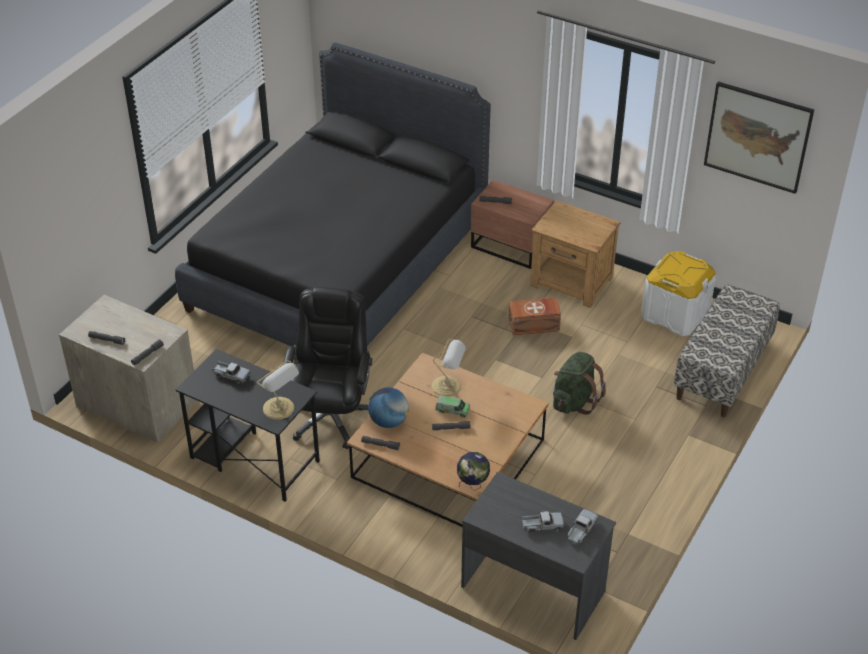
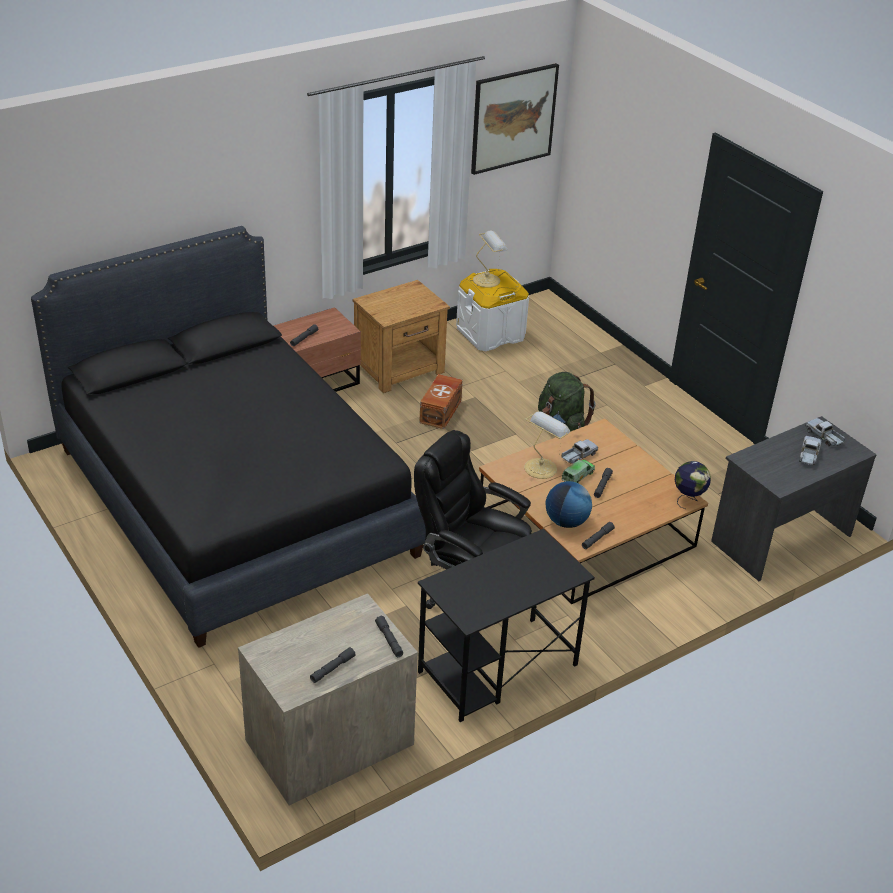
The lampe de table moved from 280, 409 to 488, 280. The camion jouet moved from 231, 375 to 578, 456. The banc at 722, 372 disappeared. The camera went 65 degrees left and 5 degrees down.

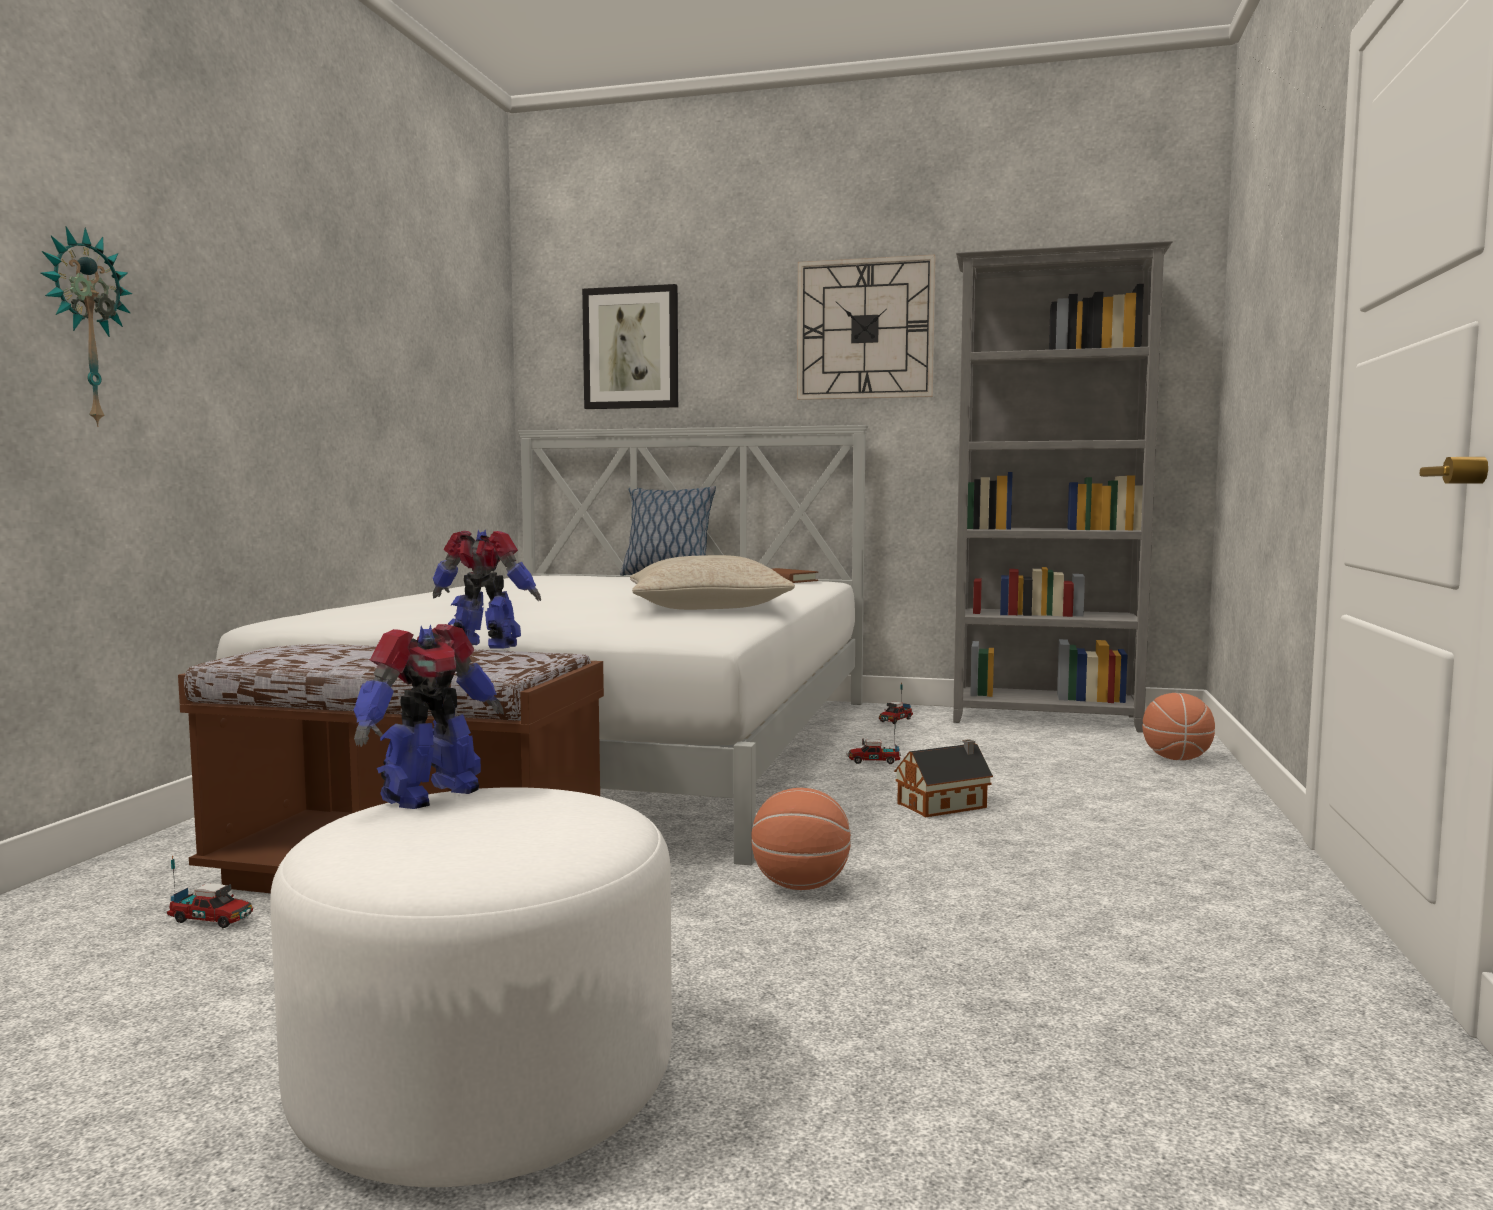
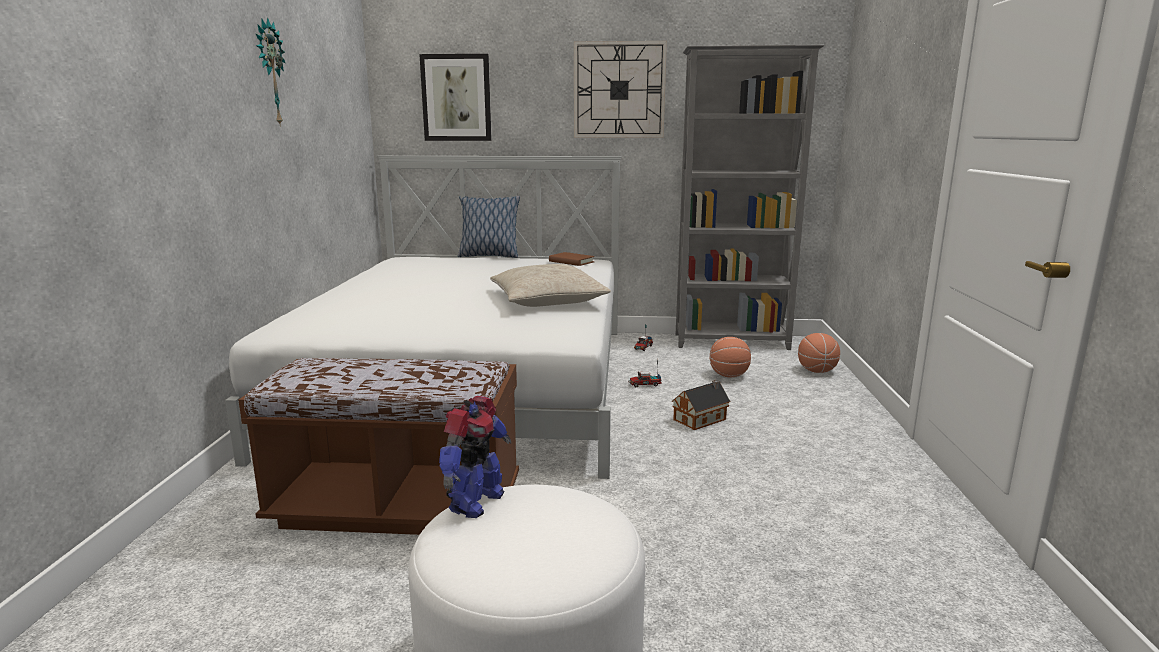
The horloge murale moved from 84, 328 to 269, 73. The ballon de basket moved from 801, 885 to 729, 375. The camion jouet at 212, 920 disappeared. The robot jouet at 484, 646 disappeared. The camera went 10 degrees left and 10 degrees up.

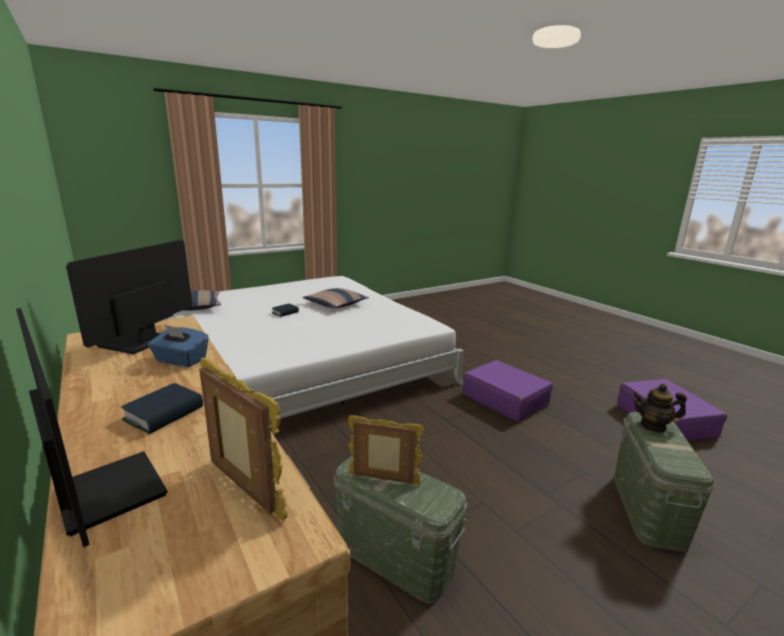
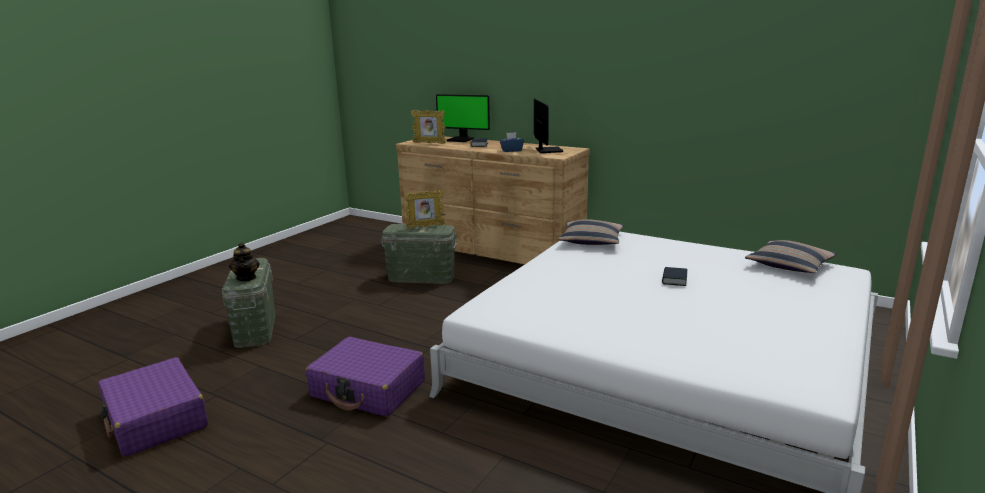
The théière at 653, 426 turned 90 degrees clockwise. The coussin moved from 335, 304 to 591, 240. The camera went 155 degrees right and 0 degrees up.

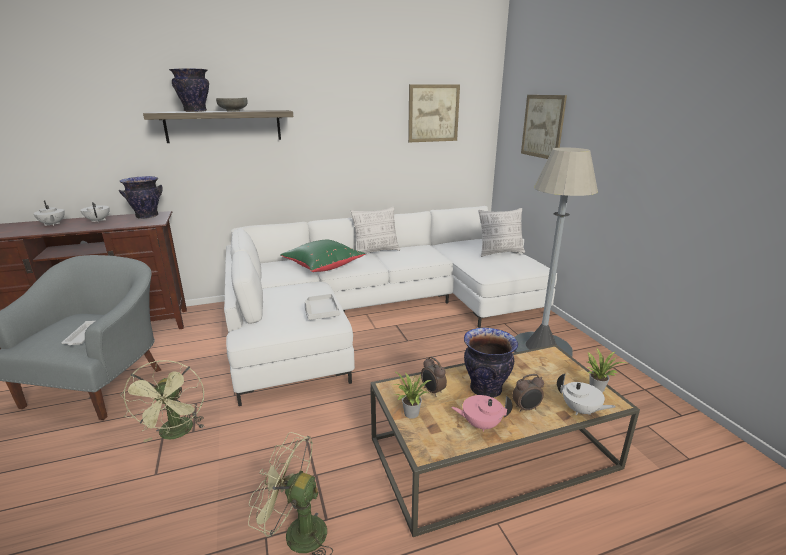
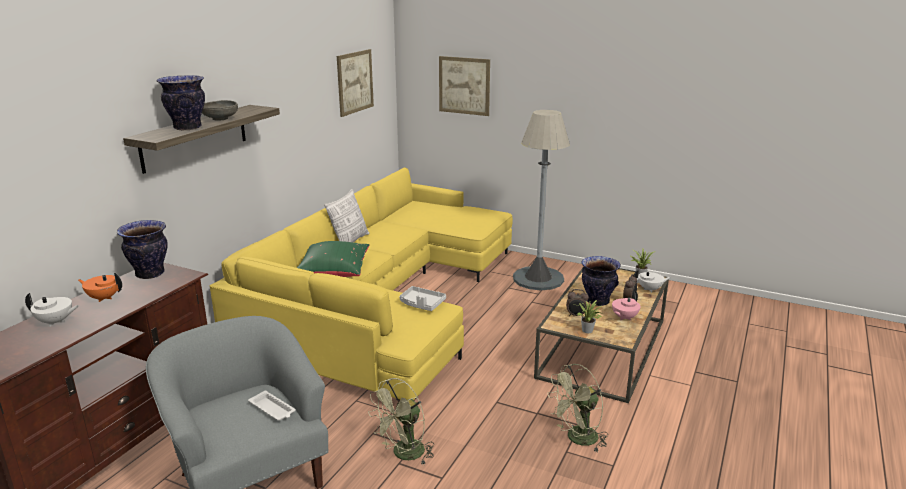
The théière (blanc) at 98, 220 became the théière (orange) at 104, 298. The canapé (blanc) at 378, 311 became the canapé (jaune) at 382, 302. The ventilateur (vert) at 176, 434 turned 105 degrees clockwise. The coussin at 500, 253 disappeared. The camera went 45 degrees left and 0 degrees up.

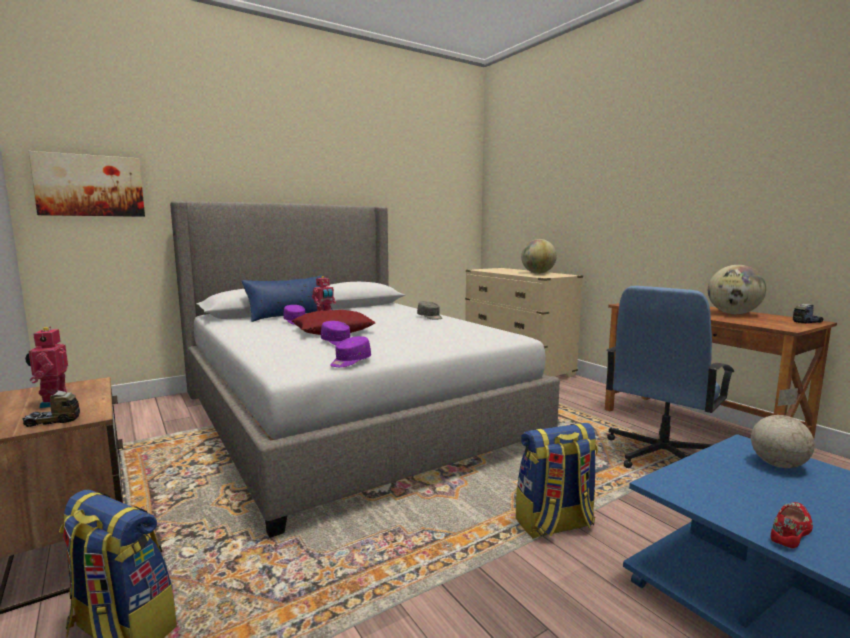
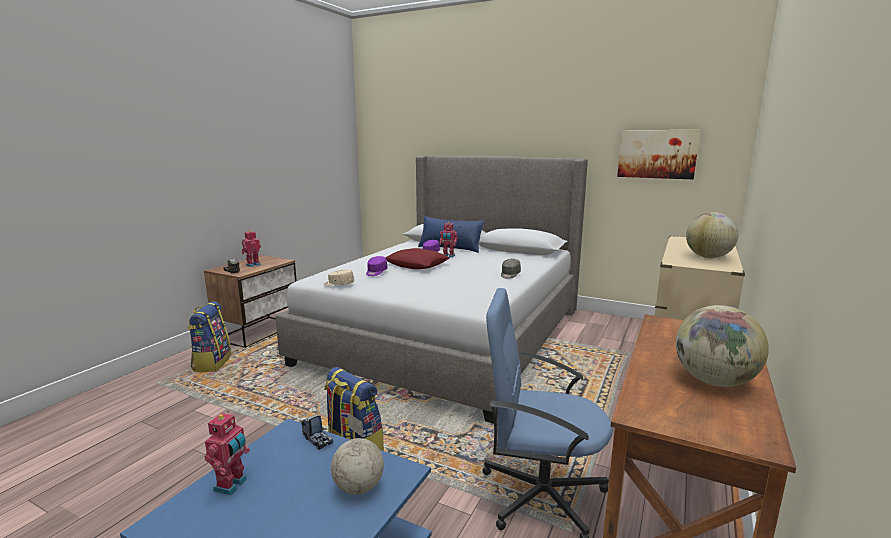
The chaussure (rouge) at 791, 530 was replaced by the robot jouet at 232, 485. The camion jouet moved from 807, 322 to 317, 440. The casquette (violet) at 350, 361 became the casquette (beige) at 338, 284. The tableau moved from 90, 186 to 657, 154. The camera went 60 degrees right and 5 degrees up.

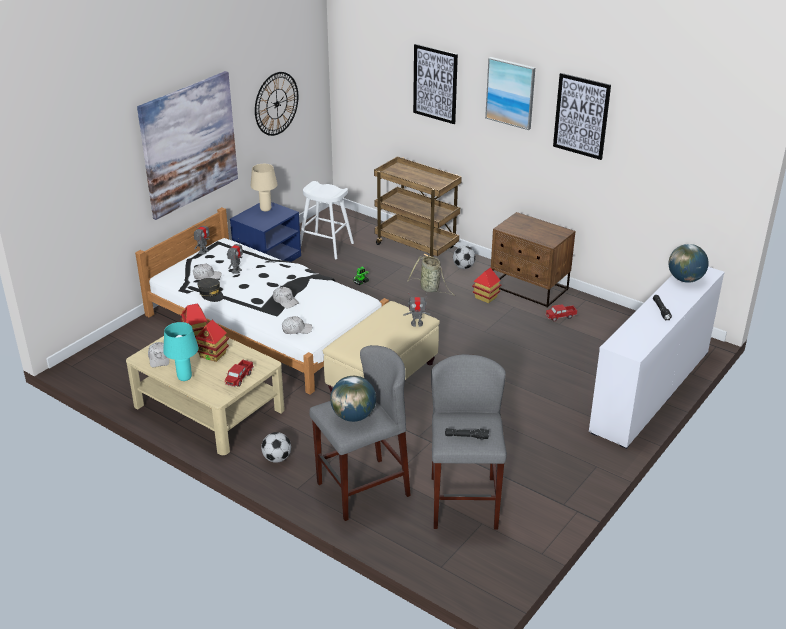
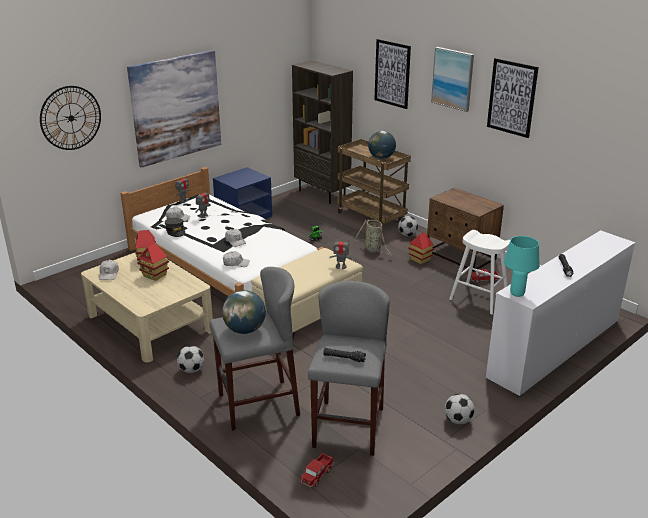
The horloge murale moved from 276, 103 to 71, 118. The bibliothèque (marron) at 322, 194 appeared. The camion jouet moved from 239, 378 to 317, 475. The globe moved from 685, 279 to 381, 158. The ballon de foot at 458, 420 appeared. The tabouret (blanc) moved from 326, 246 to 479, 299. The lampe de table (turquoise) moved from 185, 378 to 517, 294. The lampe de table (beige) at 265, 209 disappeared. The camera went 10 degrees right and 5 degrees down.

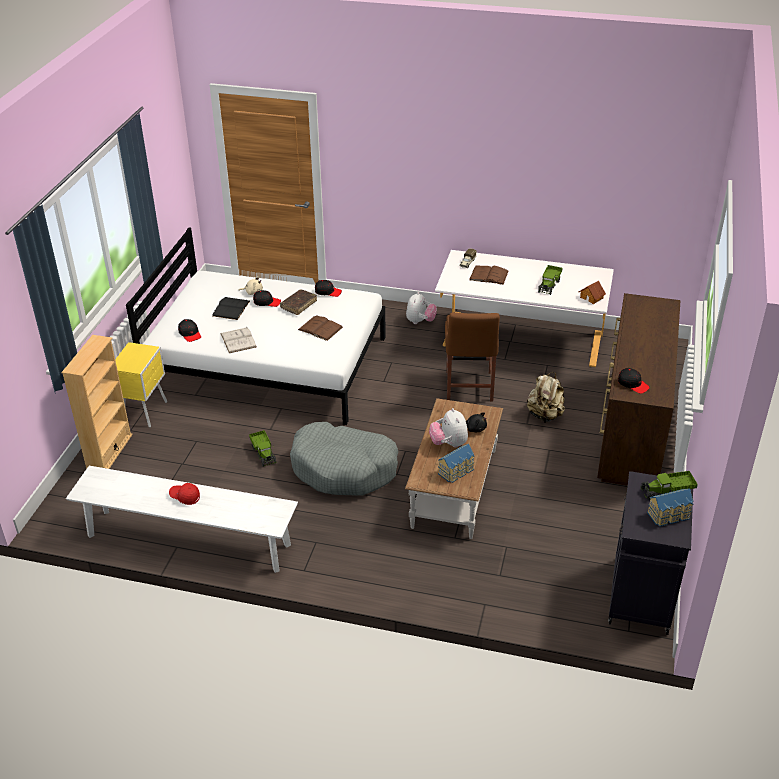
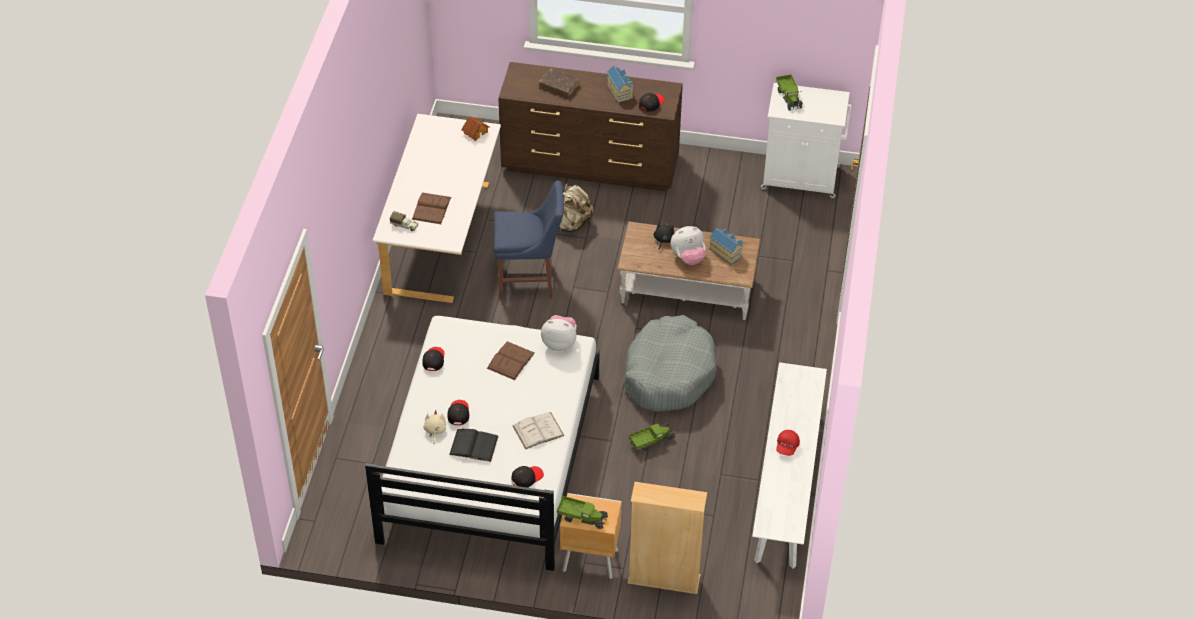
The chaise (marron) at 469, 388 became the chaise (bleu) at 529, 280. The livre (marron) moved from 298, 305 to 559, 86. The peluche moved from 420, 321 to 559, 343. The camion jouet moved from 549, 285 to 582, 517. The table de chevet (jaune) at 146, 412 became the table de chevet (marron) at 589, 560. The maison miniature moved from 669, 516 to 620, 91. The meuble de rangement (noir) at 640, 597 became the meuble de rangement (blanc) at 802, 178. The camera went 95 degrees left and 10 degrees up.

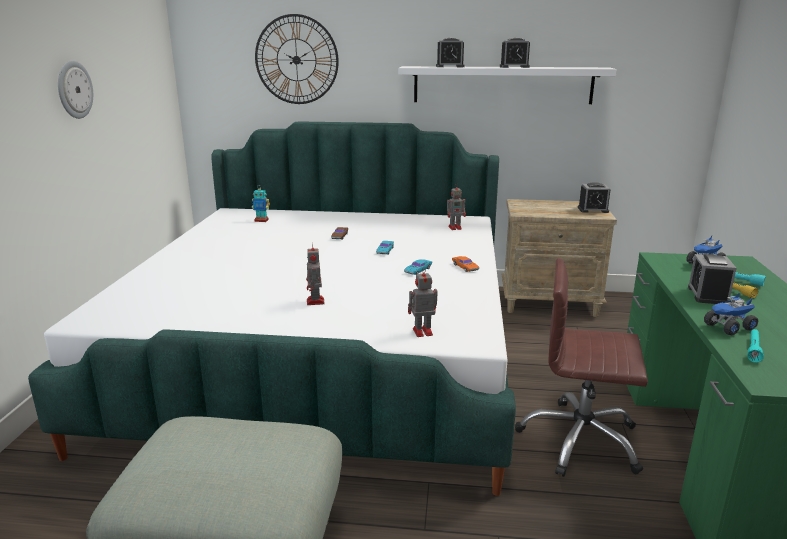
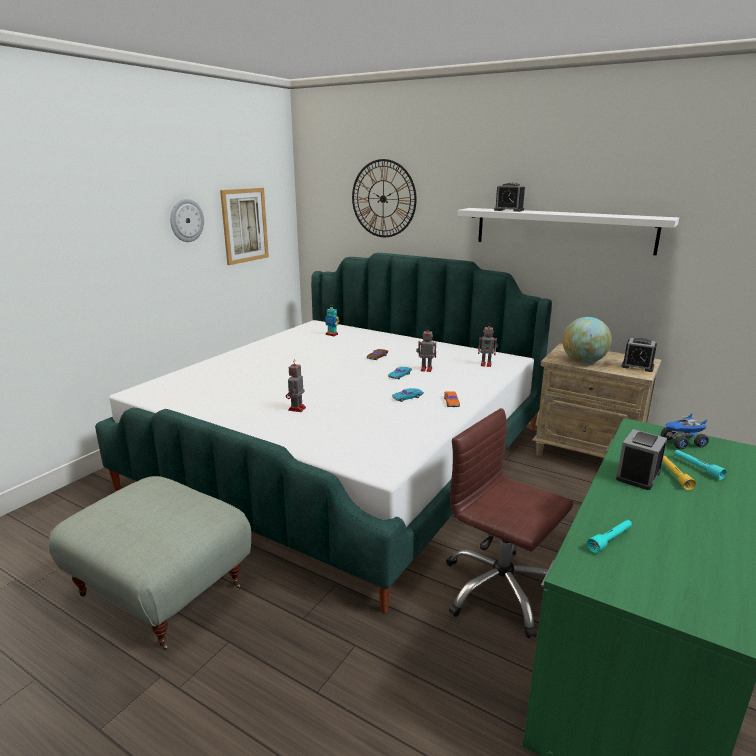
The tableau at 245, 225 appeared. The robot jouet moved from 421, 332 to 425, 369. The globe at 583, 361 appeared. The réveil at 514, 67 disappeared. The camion jouet at 729, 328 disappeared. The camera went 25 degrees right and 0 degrees up.

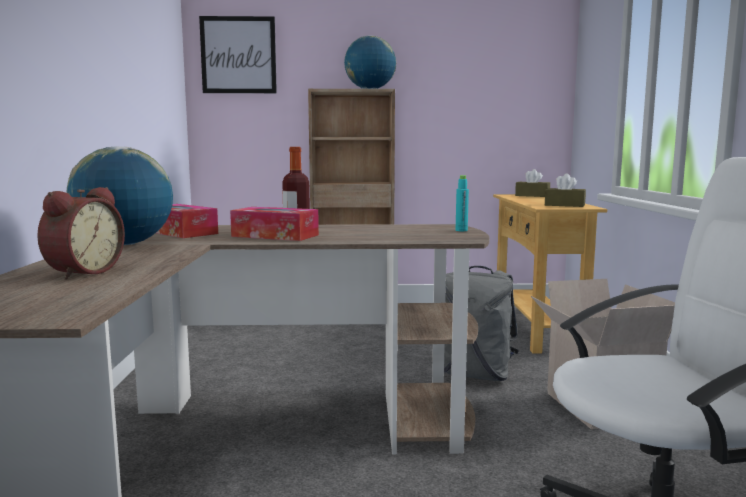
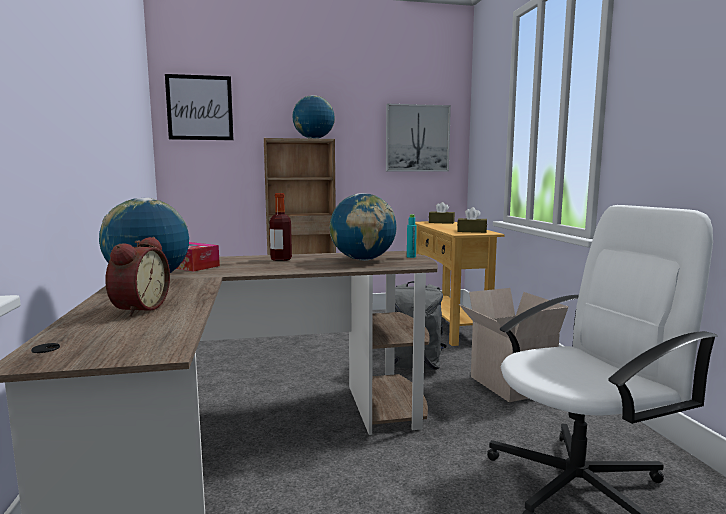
The globe at 363, 260 appeared. The tableau at 417, 138 appeared. The boîte à mouchoirs at 275, 236 disappeared. The camera went 10 degrees left and 0 degrees up.

